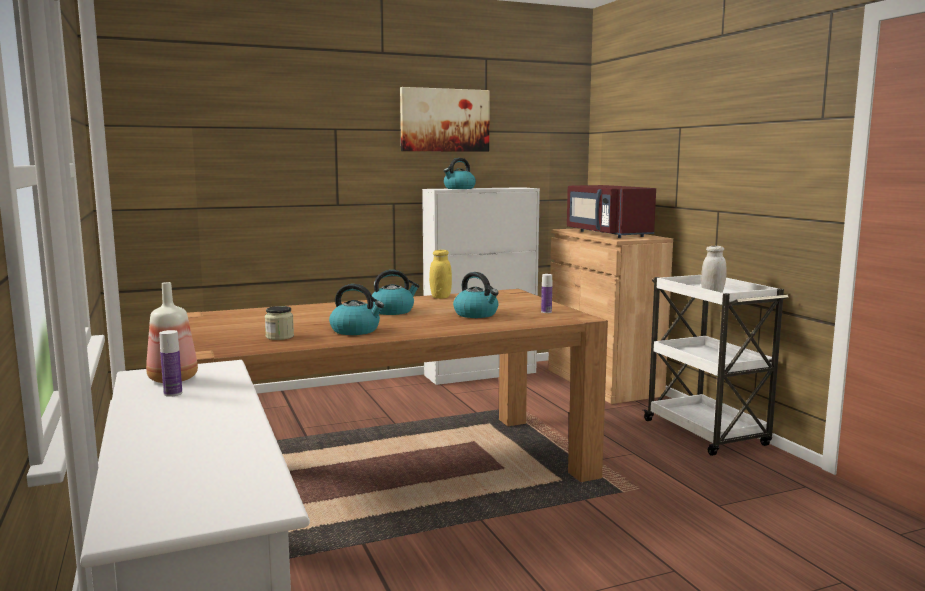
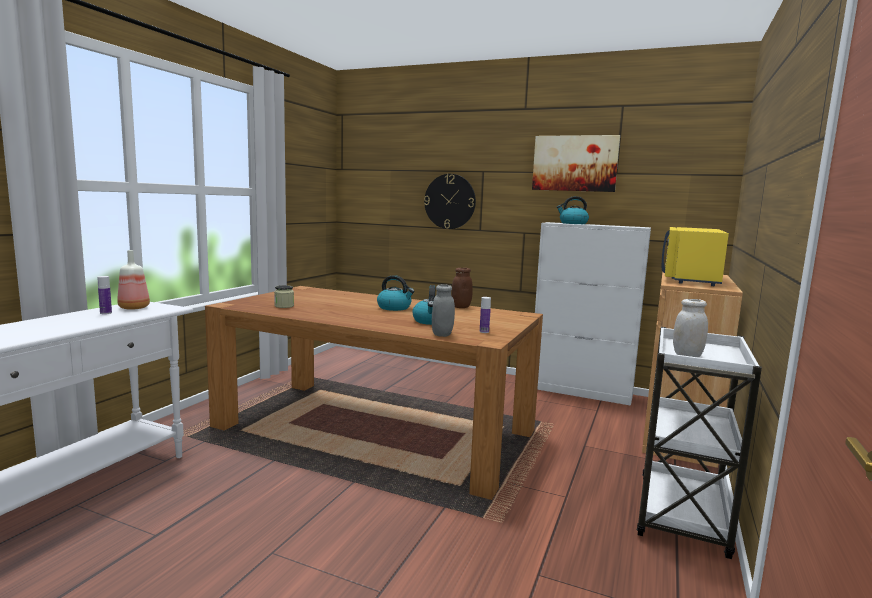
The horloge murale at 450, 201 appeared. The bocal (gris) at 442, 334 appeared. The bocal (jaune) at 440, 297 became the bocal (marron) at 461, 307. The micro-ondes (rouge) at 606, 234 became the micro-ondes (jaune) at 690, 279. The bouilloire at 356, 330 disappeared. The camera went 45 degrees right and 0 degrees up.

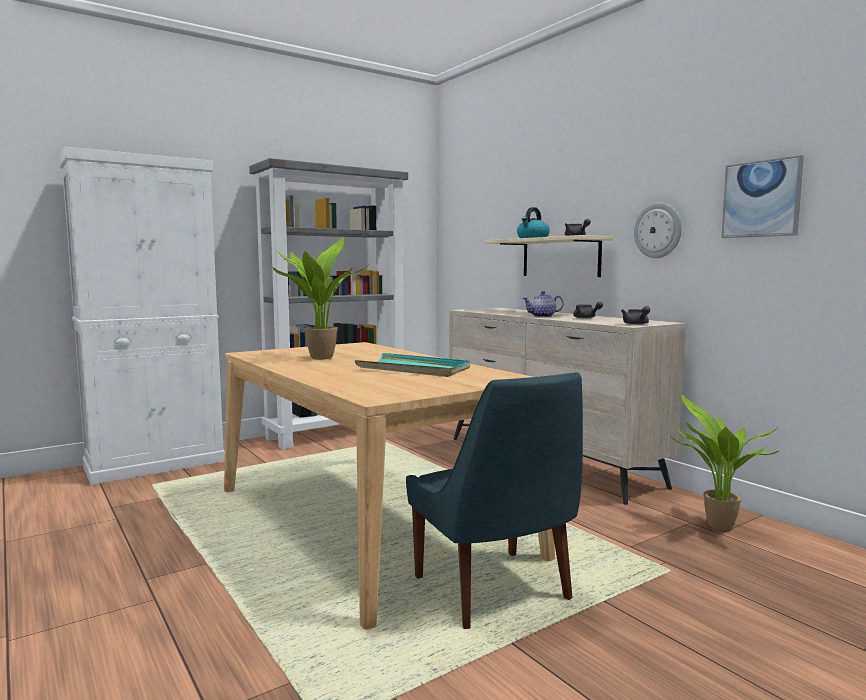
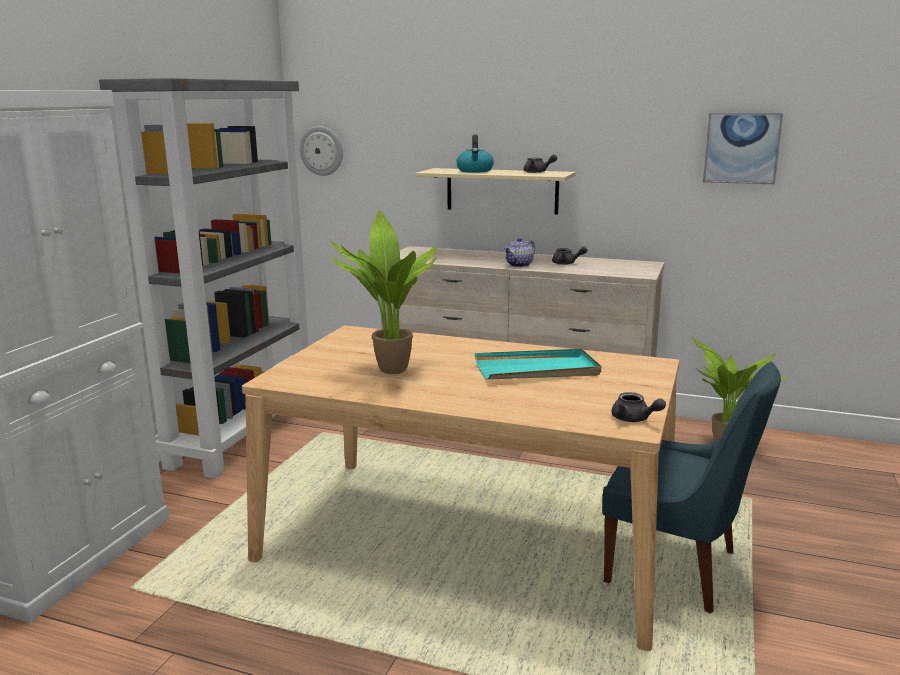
The horloge murale moved from 658, 230 to 322, 151. The théière (gris) moved from 636, 324 to 634, 419. The camera went 35 degrees left and 10 degrees up.

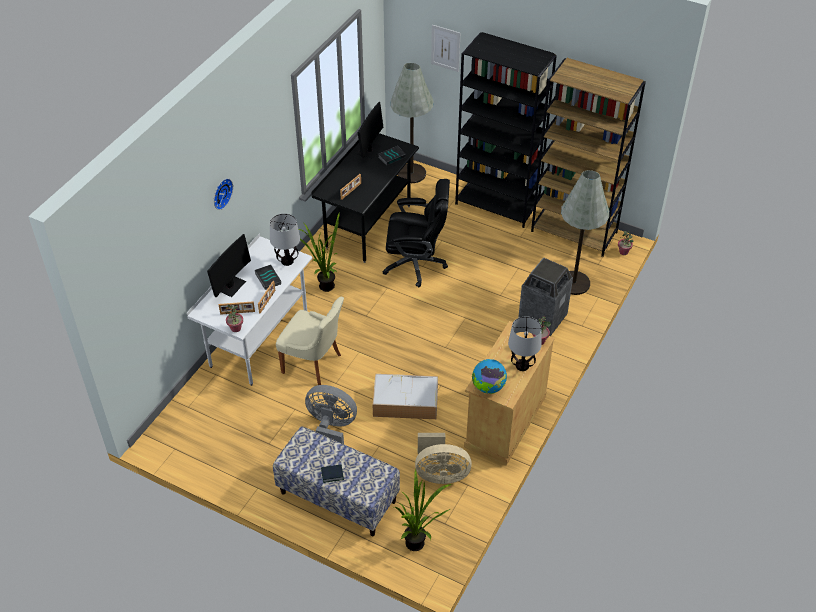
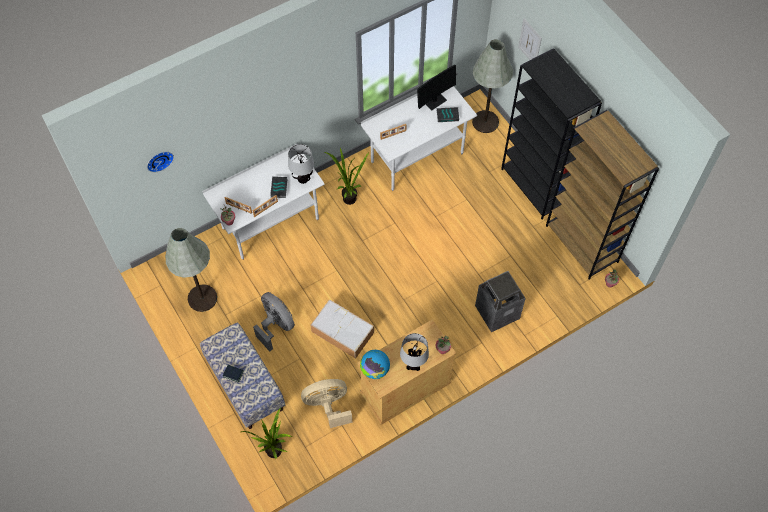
The horloge murale moved from 221, 193 to 159, 160. The lampadaire (gris) moved from 574, 283 to 202, 298. The ventilateur (beige) at 440, 474 turned 135 degrees clockwise. The bureau (noir) at 368, 226 became the bureau (blanc) at 417, 157. The écran d'ordinateur at 231, 286 disappeared. The chaise (beige) at 314, 364 disappeared. The chaise de bureau (noir) at 416, 264 disappeared. The camera went 30 degrees right and 15 degrees up.

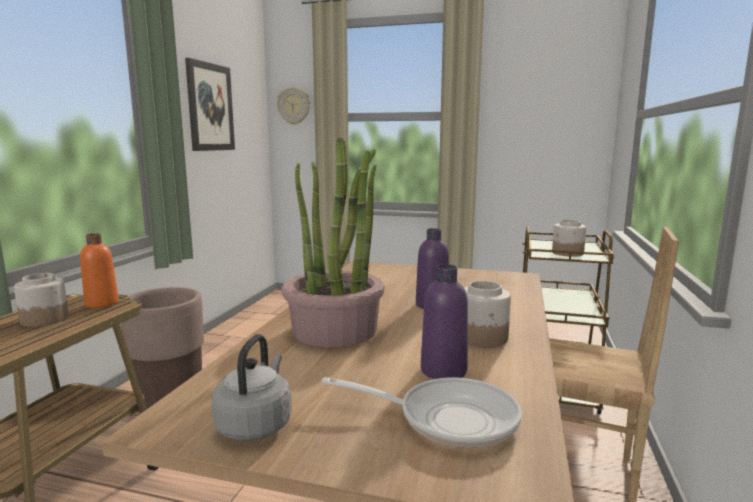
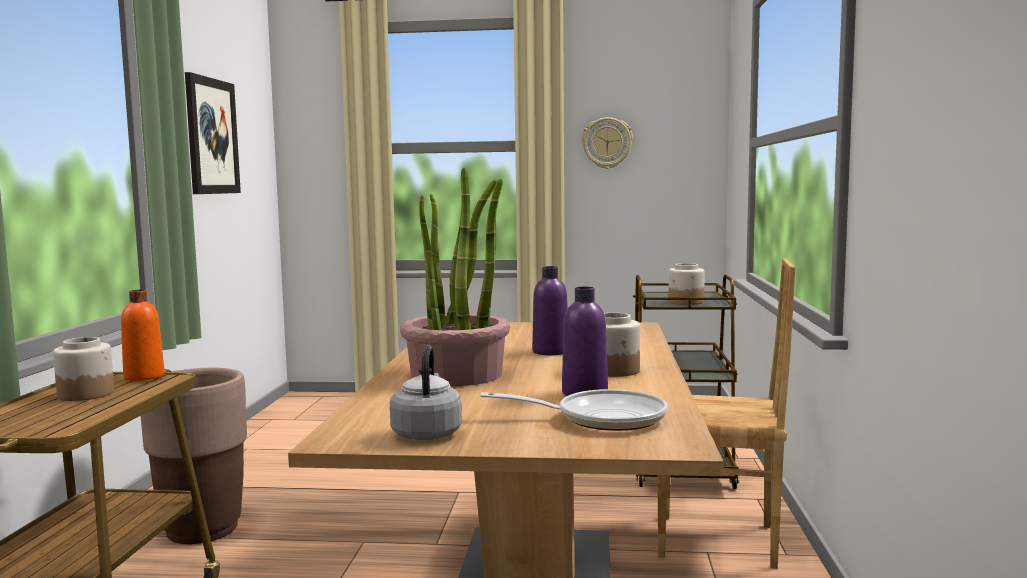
The horloge murale moved from 294, 106 to 607, 143. The camera went 10 degrees left and 5 degrees down.

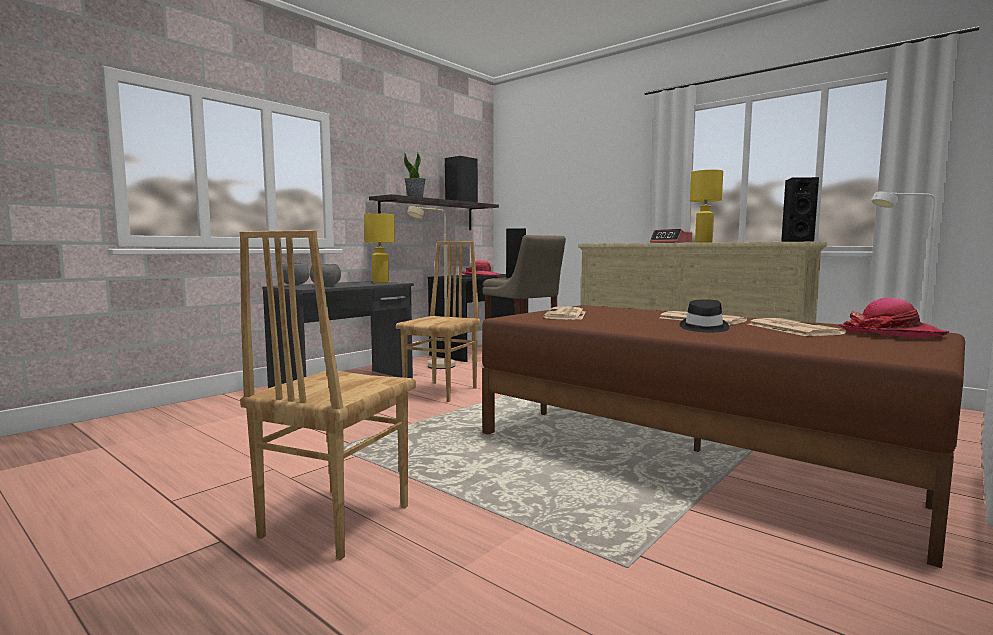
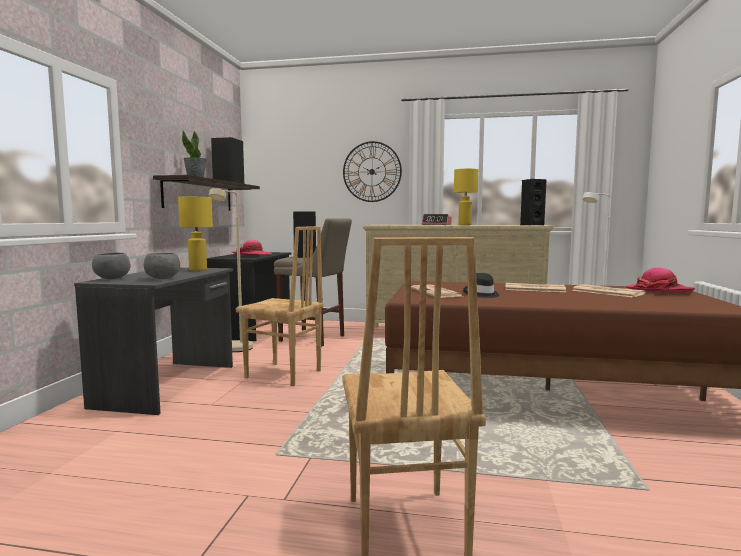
The chaise (marron) at 442, 391 turned 120 degrees clockwise. The horloge murale at 372, 172 appeared. The chapeau (noir) moved from 703, 328 to 481, 294. The camera went 30 degrees left and 0 degrees up.

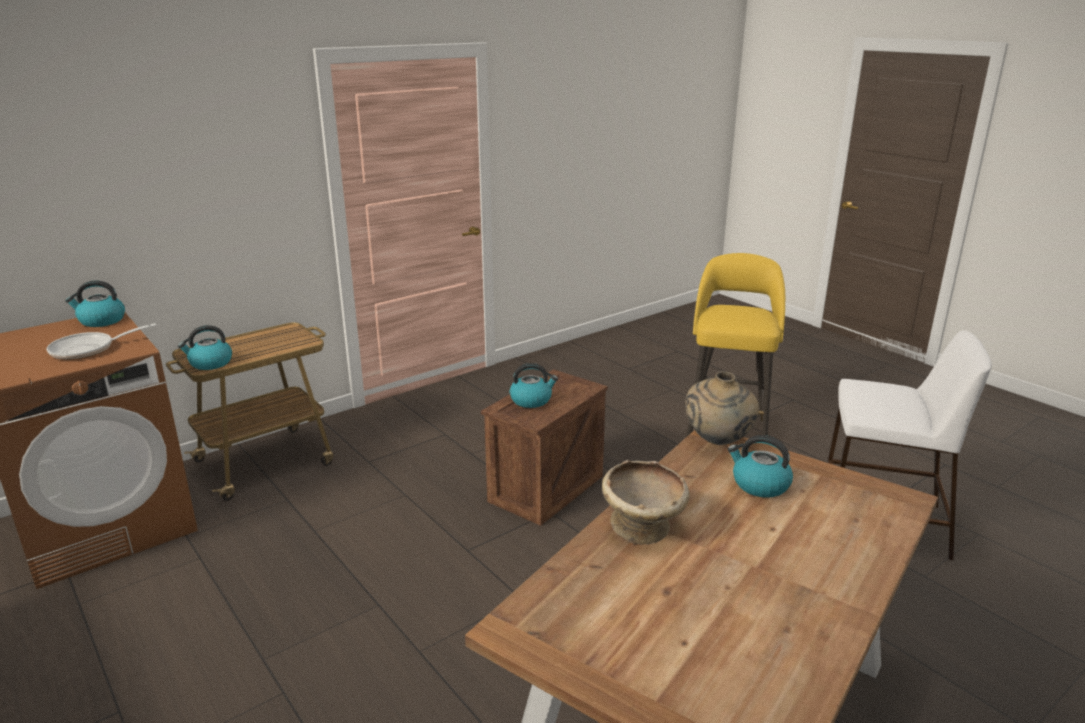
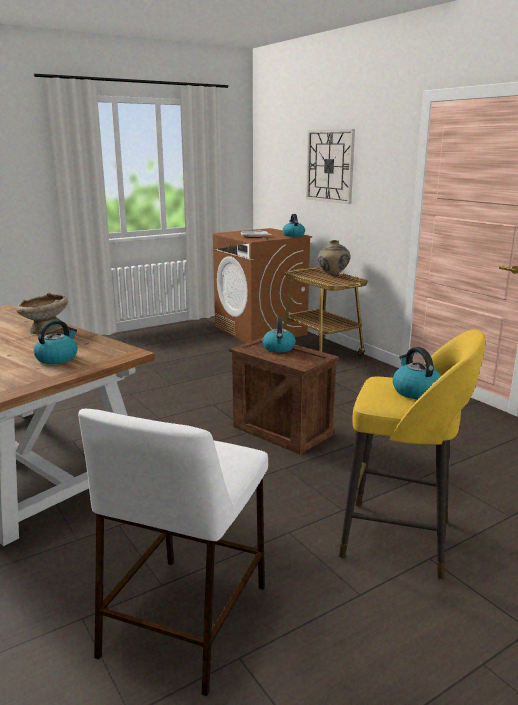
The horloge murale at 330, 166 appeared. The vase (beige) moved from 718, 442 to 333, 275. The bouilloire moved from 210, 363 to 415, 391. The camera went 95 degrees right and 5 degrees down.

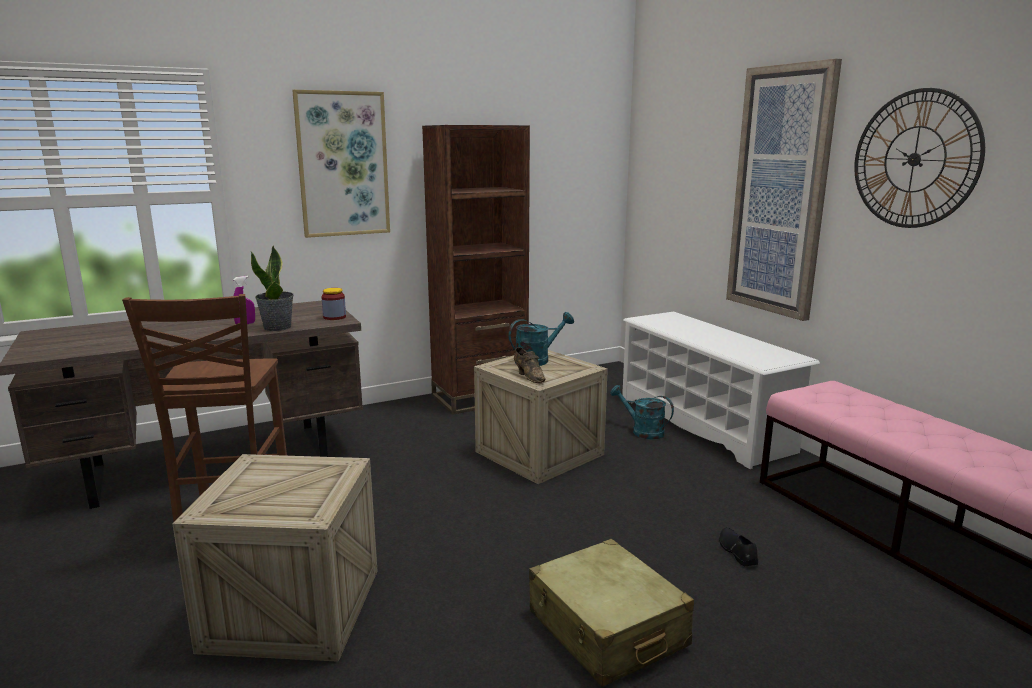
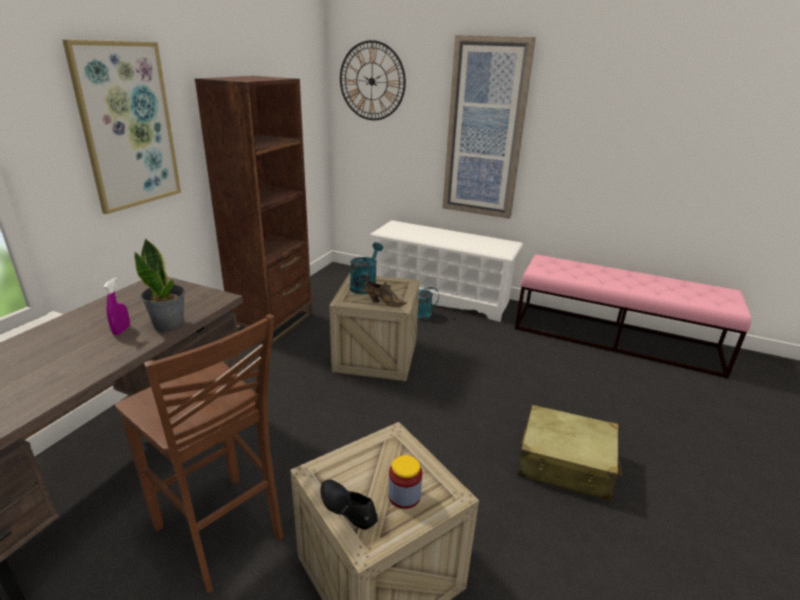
The chaussure (noir) moved from 737, 551 to 347, 508. The horloge murale moved from 914, 159 to 372, 81. The bocal moved from 334, 317 to 404, 496. The camera went 40 degrees left and 10 degrees up.

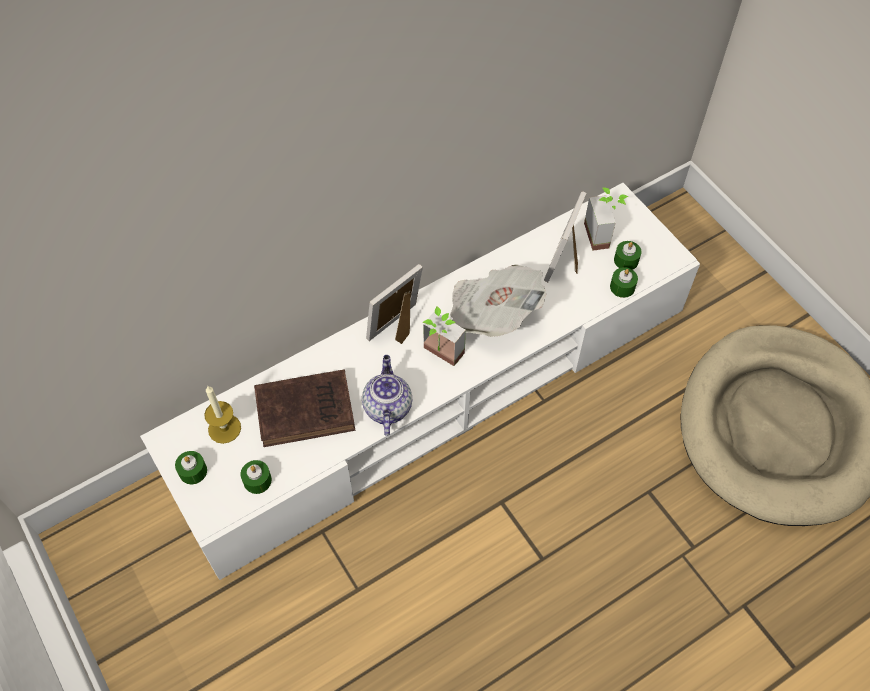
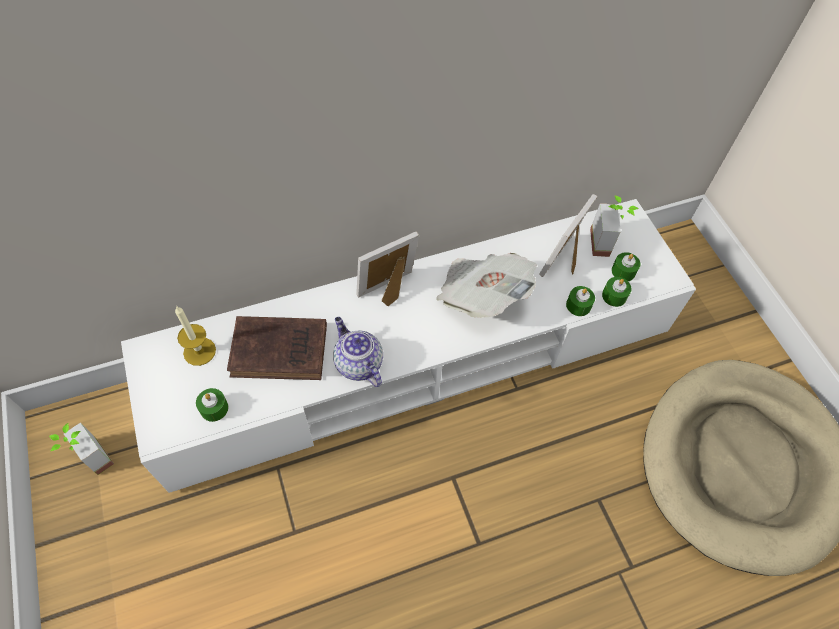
The plante en pot moved from 439, 356 to 90, 461. The théière at 387, 406 turned 45 degrees counterclockwise. The bougie (vert) moved from 193, 471 to 578, 305. The camera went 10 degrees right and 0 degrees up.

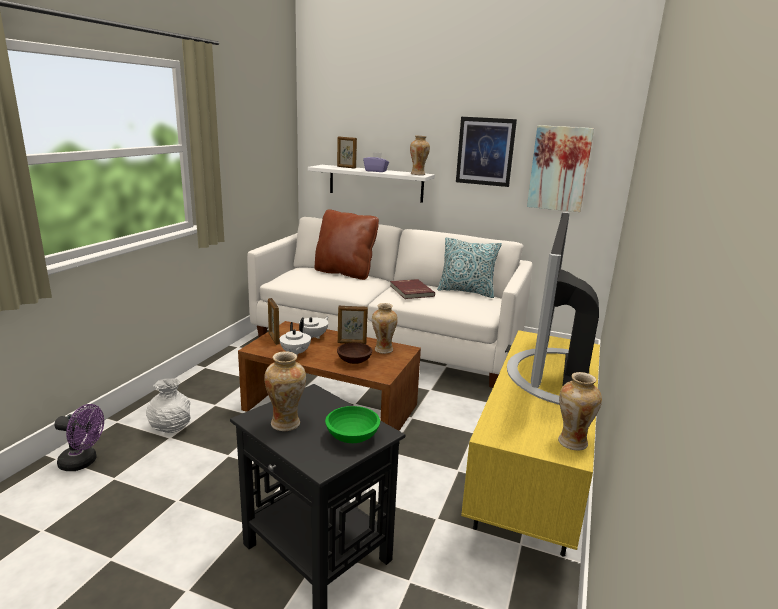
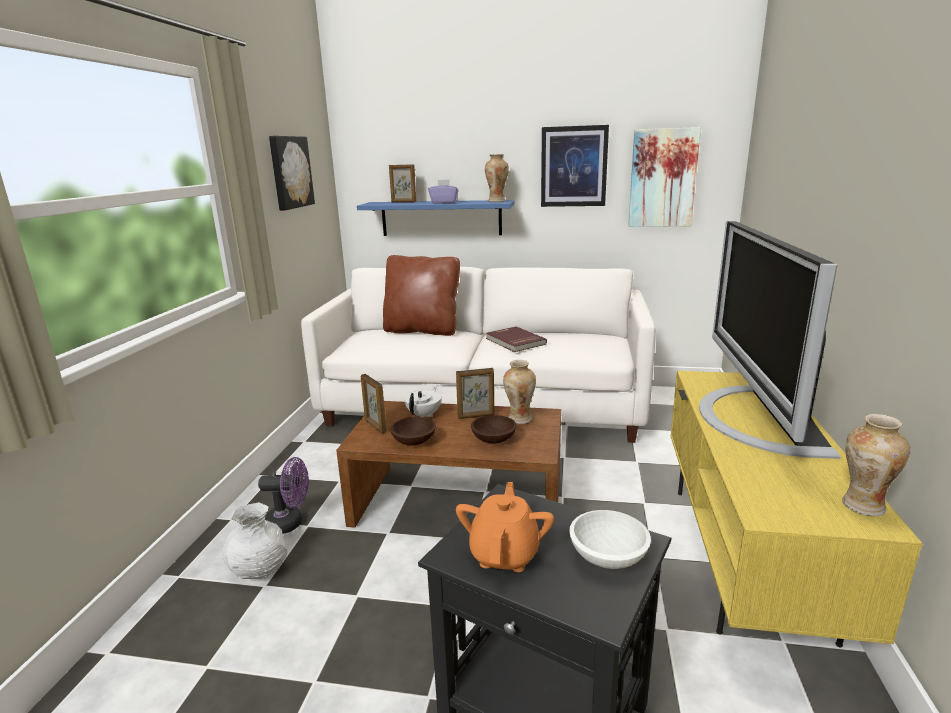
The ventilateur (violet) moved from 83, 462 to 290, 523. The tableau at 290, 172 appeared. The étagère (blanc) at 375, 183 became the étagère (bleu) at 441, 218. The théière (blanc) at 295, 353 was replaced by the bol (marron) at 413, 441. The vase at 286, 424 was replaced by the théière (orange) at 505, 554. The bol (vert) at 351, 437 became the bol (blanc) at 607, 557. The coussin at 466, 291 disappeared. The camera went 10 degrees left and 0 degrees up.

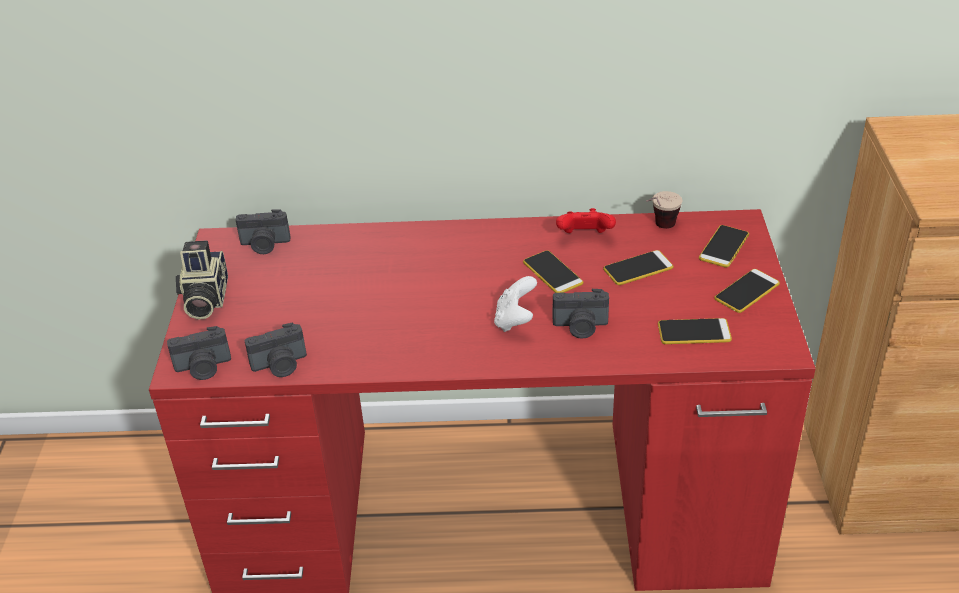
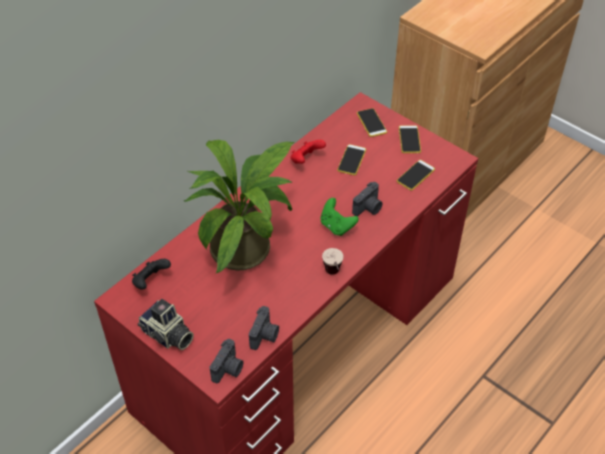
The appareil photo at 265, 245 was replaced by the manette (noir) at 151, 281. The plante en pot at 247, 247 appeared. The manette (blanc) at 515, 320 became the manette (vert) at 336, 226. The tasse moved from 658, 229 to 333, 276. The téléphone at 552, 273 disappeared. The camera went 50 degrees left and 10 degrees up.

